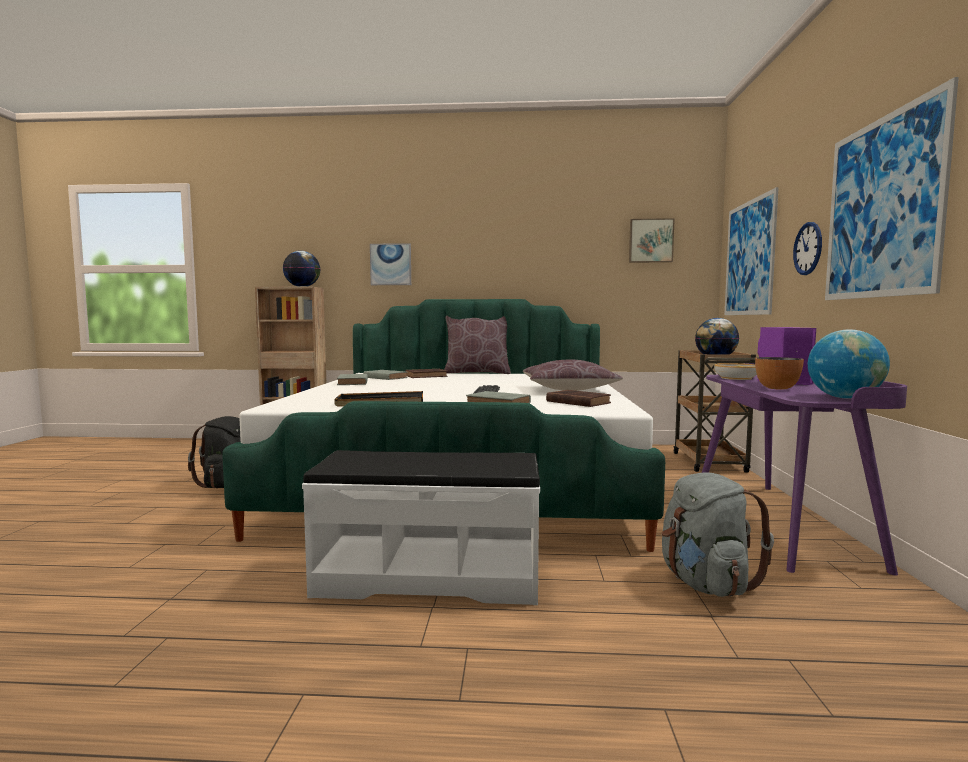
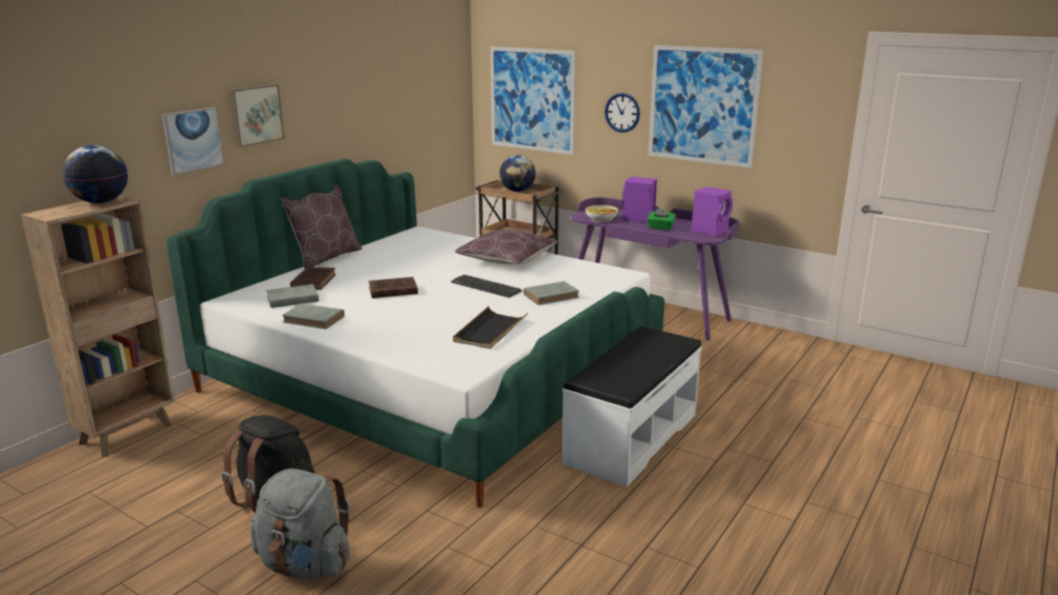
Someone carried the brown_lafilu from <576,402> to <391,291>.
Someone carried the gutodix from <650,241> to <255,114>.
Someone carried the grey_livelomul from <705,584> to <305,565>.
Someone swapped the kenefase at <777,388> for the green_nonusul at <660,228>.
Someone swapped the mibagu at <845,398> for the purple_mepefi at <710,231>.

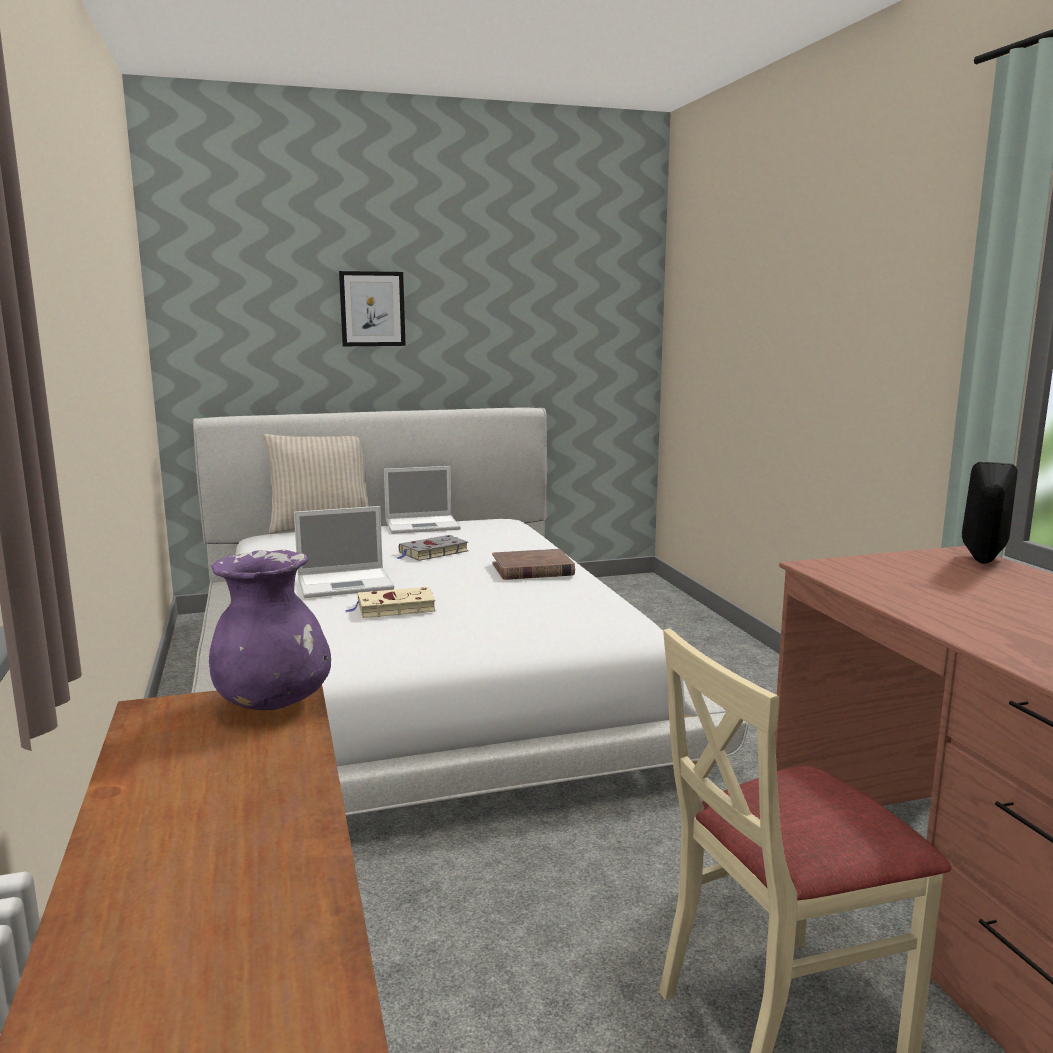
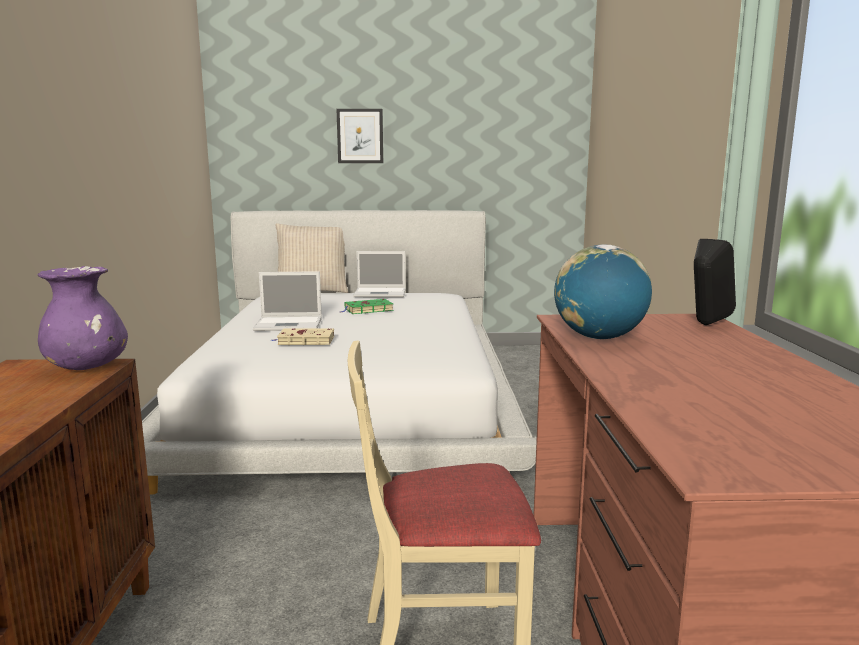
Someone repainted the grey_lafilu at <432,552>, which became the green_lafilu at <367,310>.
Someone took away the brown_lafilu at <532,569>.
Someone put down the mibagu at <599,337>.

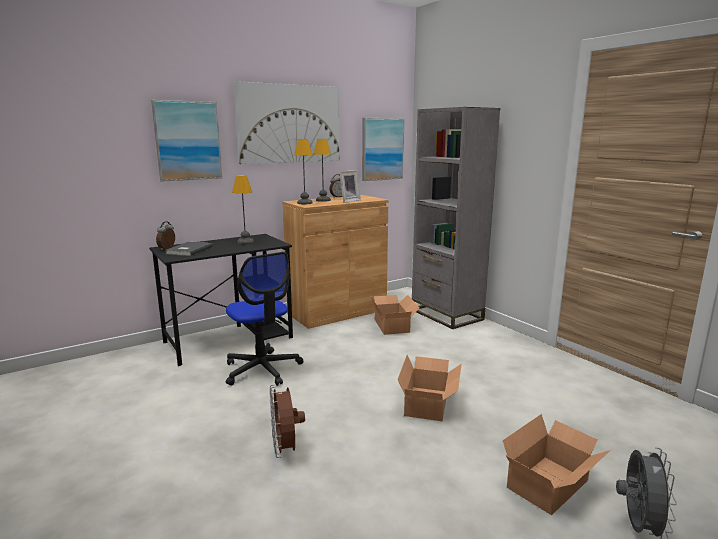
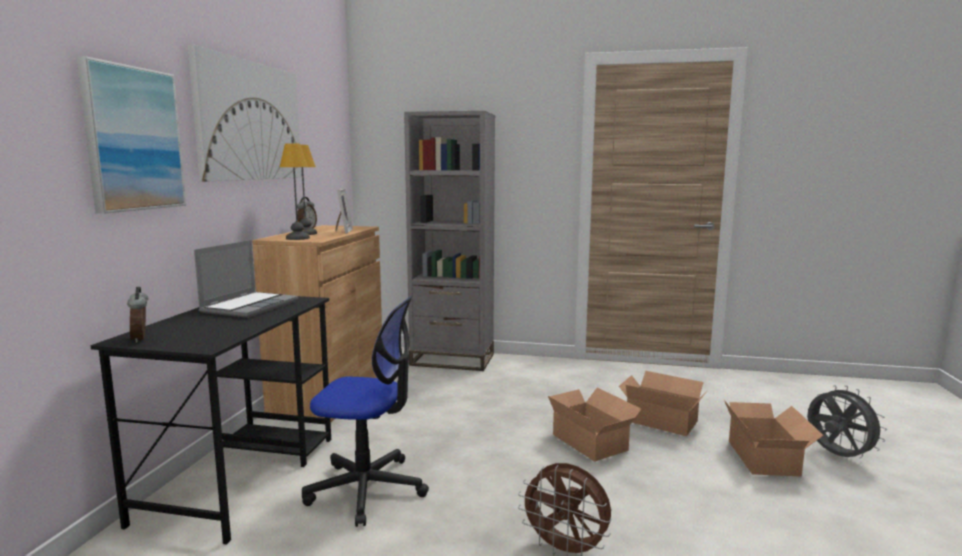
Someone took away the grey_lafilu at <188,250>.
Someone swapped the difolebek at <245,242> for the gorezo at <250,306>.
Someone took away the gutodix at <382,149>.
Someone carried the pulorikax from <393,325> to <661,420>.

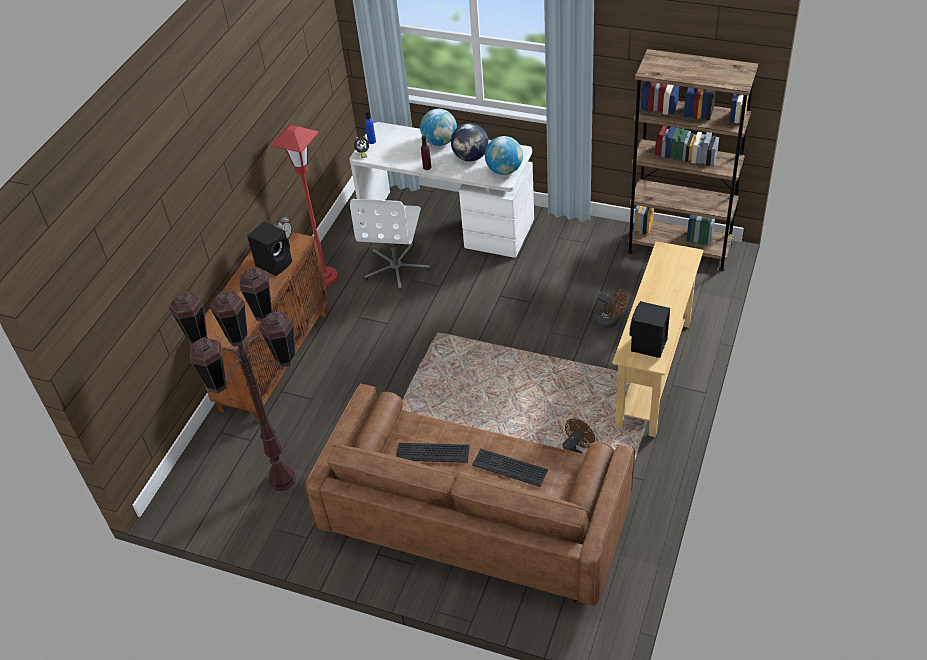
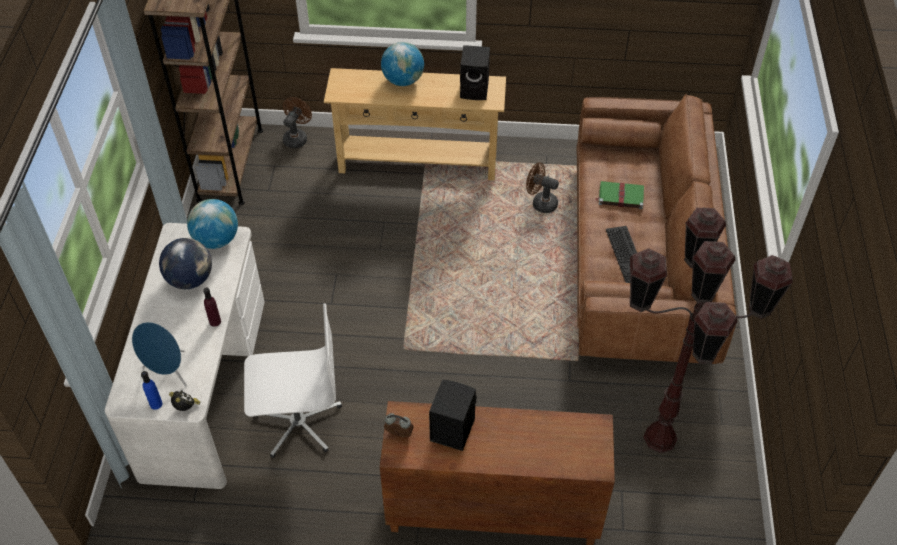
Someone took away the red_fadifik at <325,277>.
Someone carried the mibagu from <440,142> to <403,80>.
Someone swapped the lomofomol at <508,468> for the green_lafilu at <620,196>.
Someone carried the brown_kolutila from <610,322> to <297,137>.
Someone put down the blue_mepefi at <168,372>.

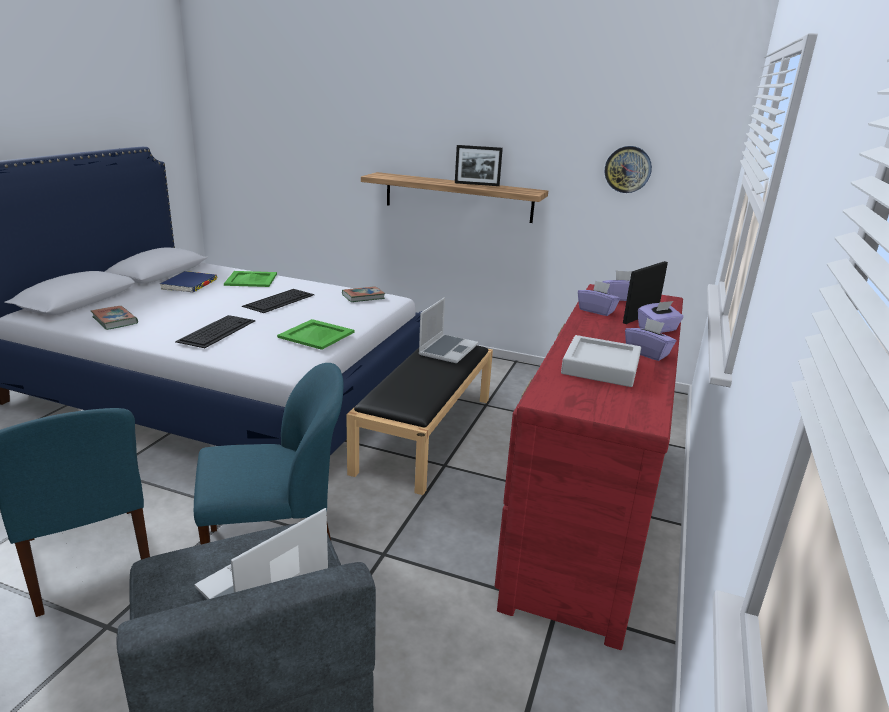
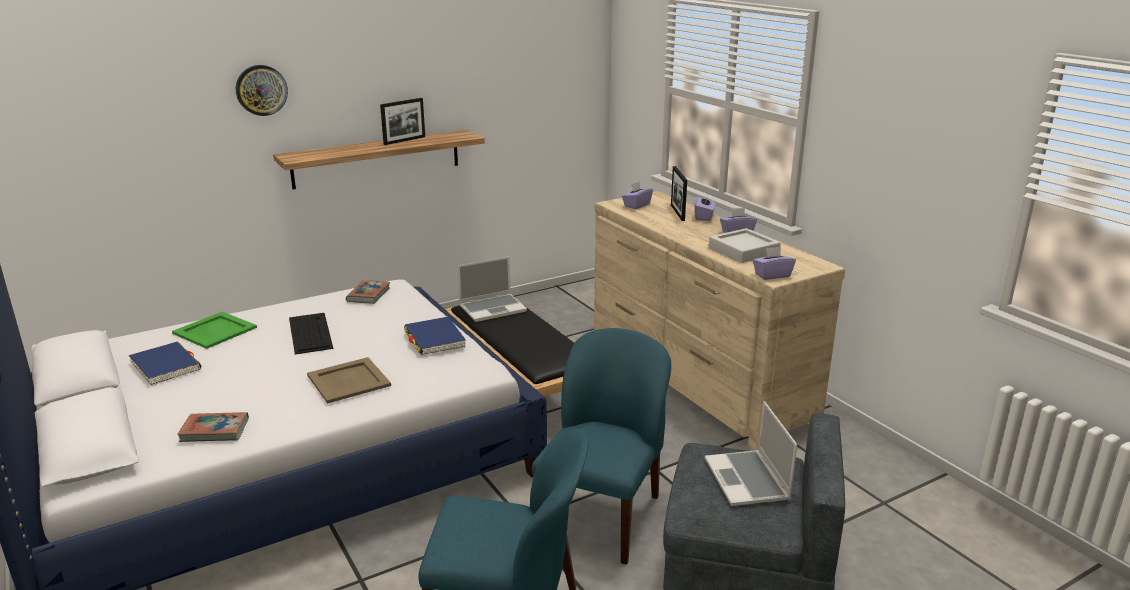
Someone swapped the lomofomol at <217,330> for the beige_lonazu at <348,380>.
Someone swapped the green_lonazu at <316,335> for the blue_lafilu at <434,339>.
Someone rotated the gorezo at <448,349> by 90 degrees clockwise.
Someone repainted the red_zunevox at <586,513>, which became the beige_zunevox at <696,376>.
Someone carried the purple_nonusul from <596,310> to <772,275>.
Someone carried the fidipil from <628,169> to <261,90>.

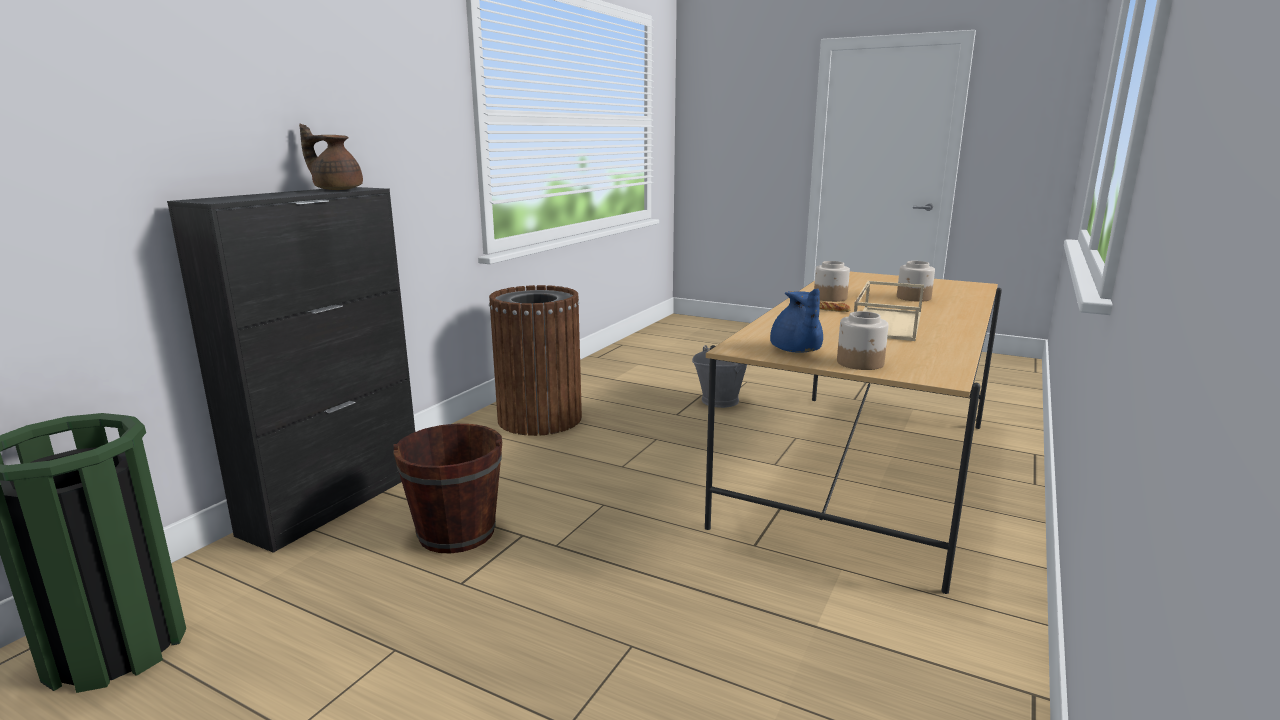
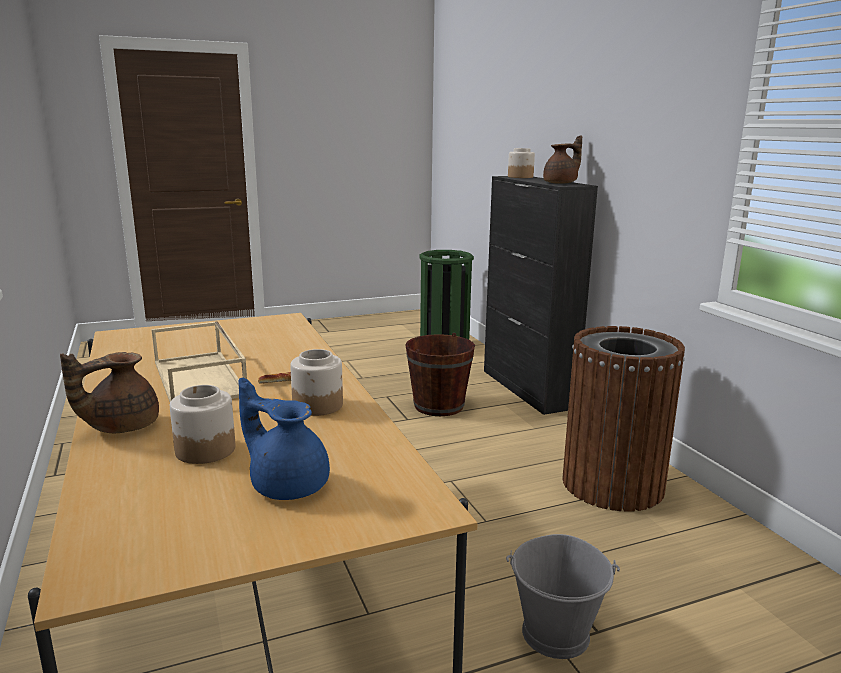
Someone carried the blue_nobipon from <796,350> to <287,484>.
Someone carried the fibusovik from <860,363> to <520,177>.
Someone put down the brown_nobipon at <121,426>.

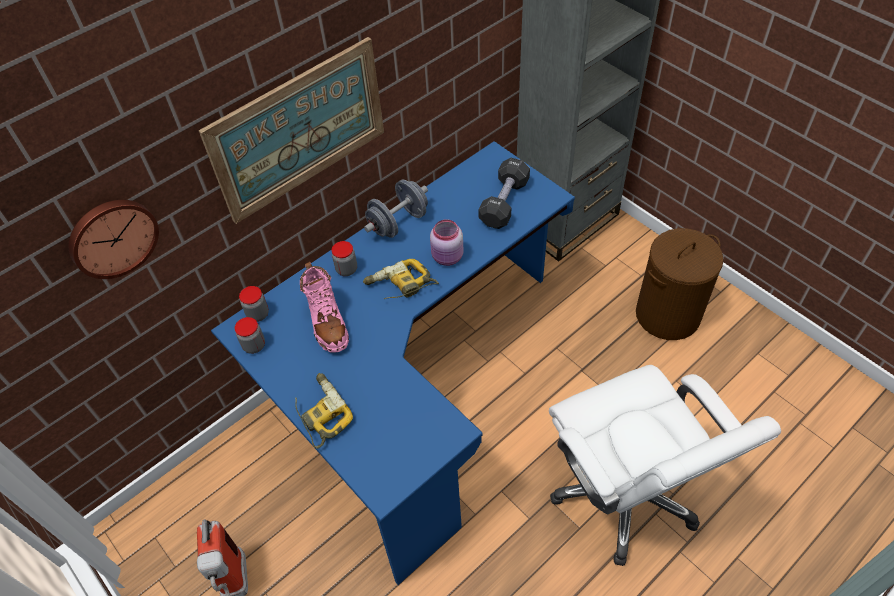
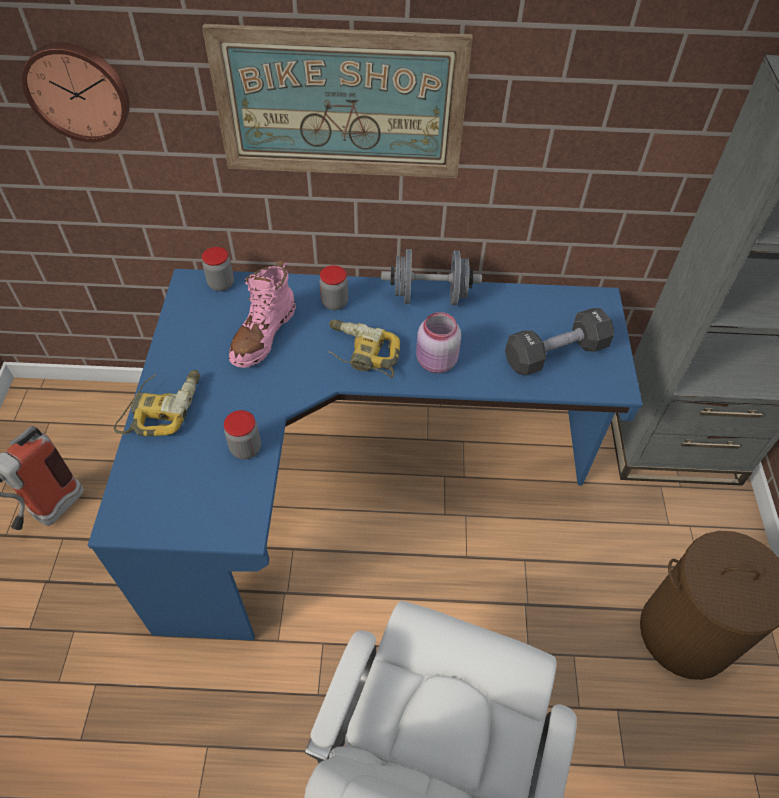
Someone carried the fibusovik from <254,345> to <245,448>.

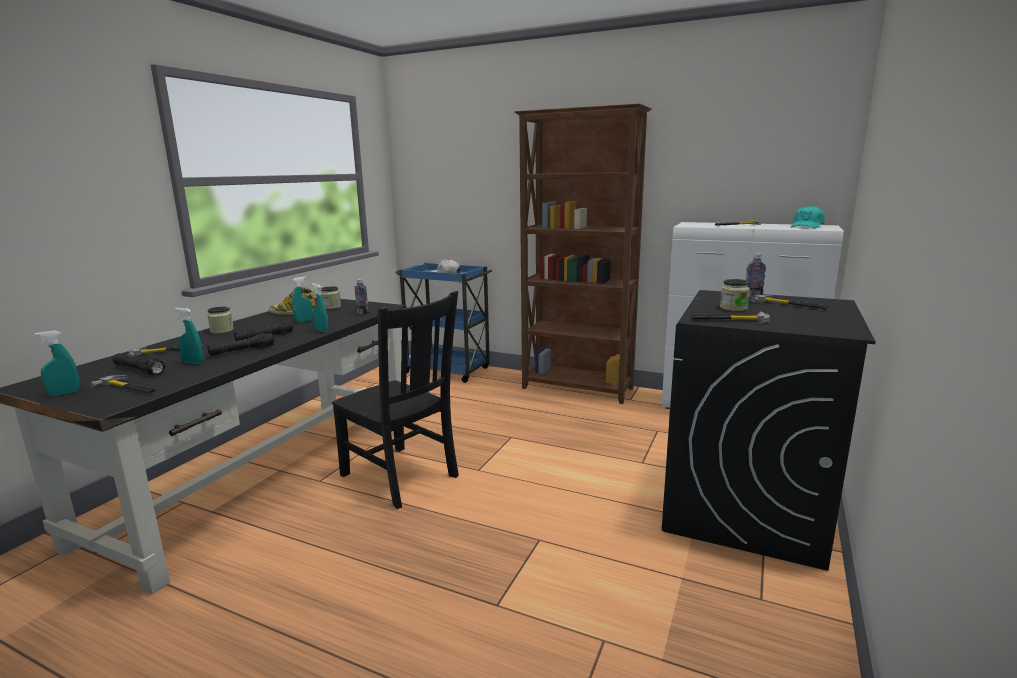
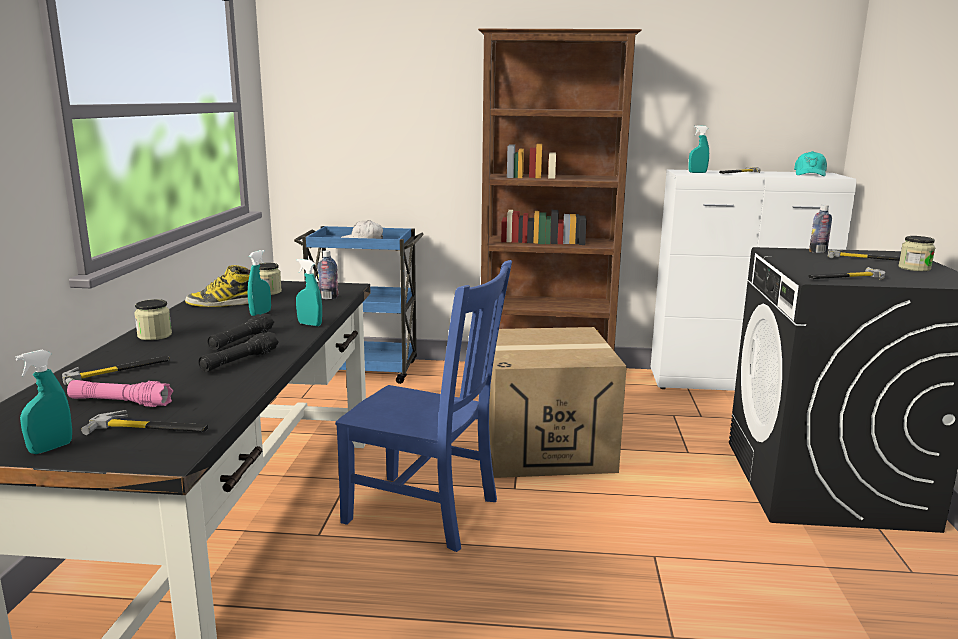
Someone repainted the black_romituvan at <139,370>, which became the pink_romituvan at <120,402>.
Someone carried the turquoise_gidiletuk from <193,362> to <697,172>.
Someone repainted the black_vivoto at <401,477>, which became the blue_vivoto at <426,512>.
Someone carried the fibusovik from <733,308> to <914,268>.
Someone put down the pulorikax at <545,446>.

